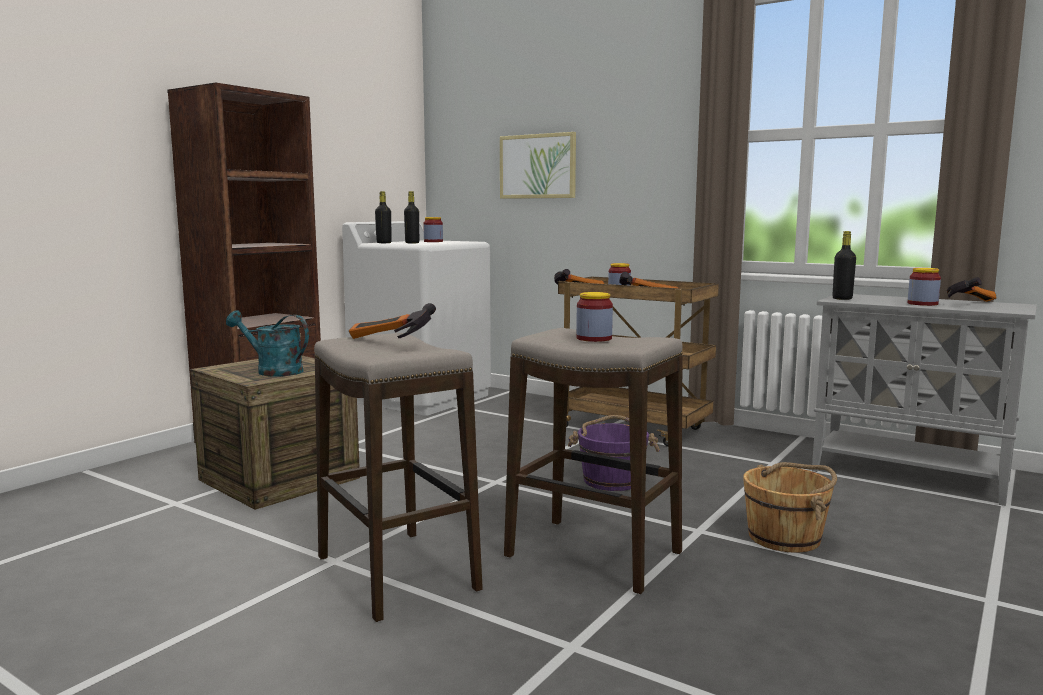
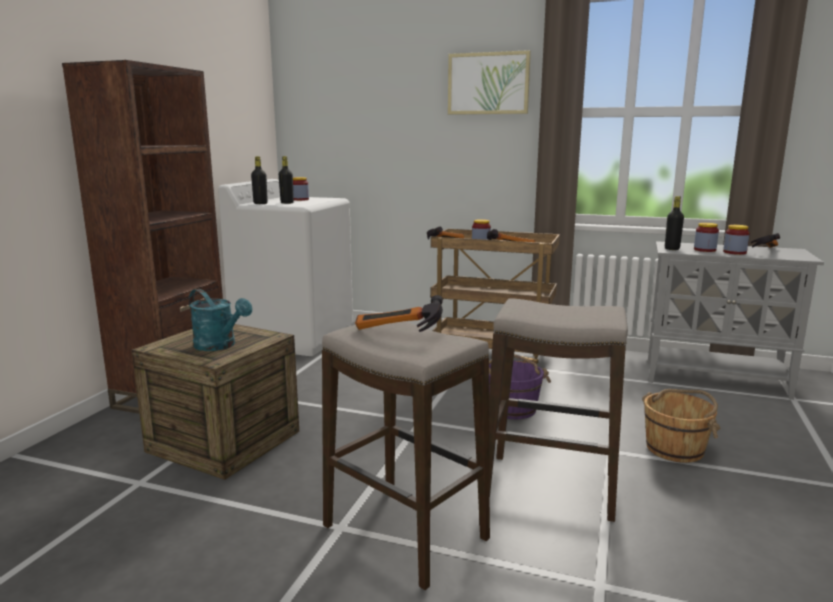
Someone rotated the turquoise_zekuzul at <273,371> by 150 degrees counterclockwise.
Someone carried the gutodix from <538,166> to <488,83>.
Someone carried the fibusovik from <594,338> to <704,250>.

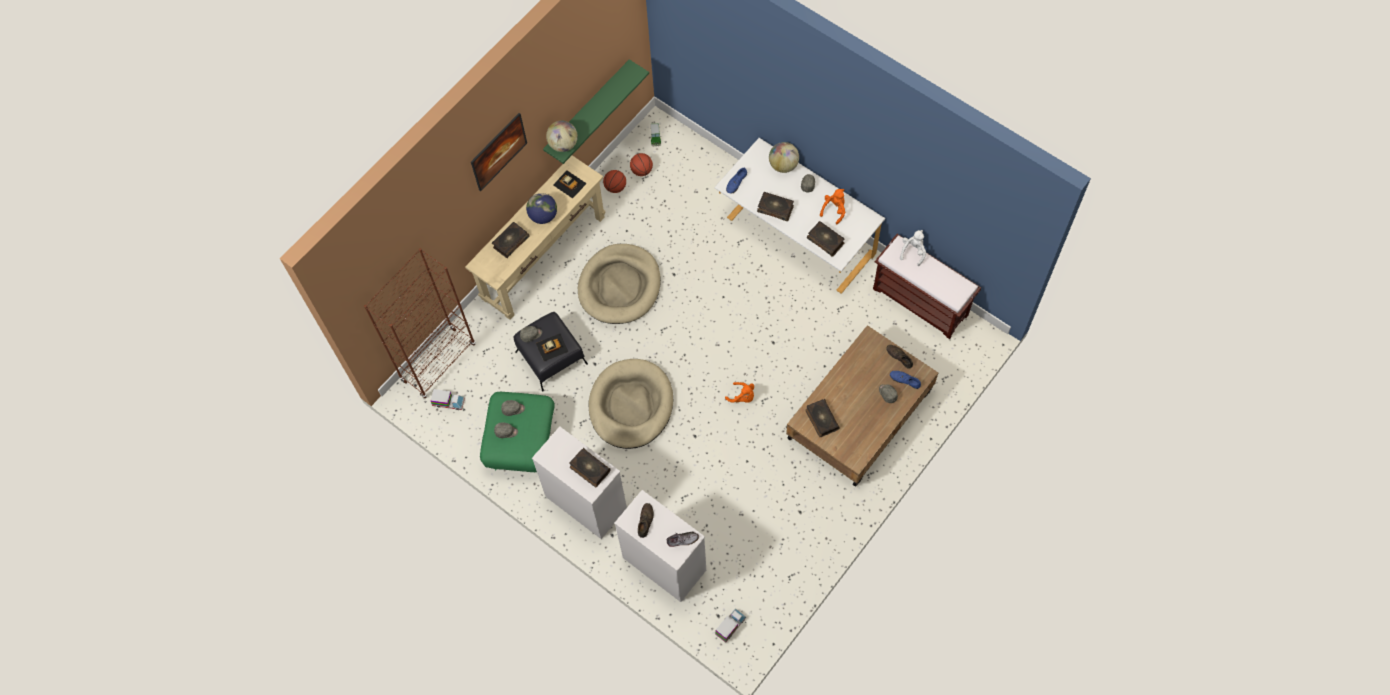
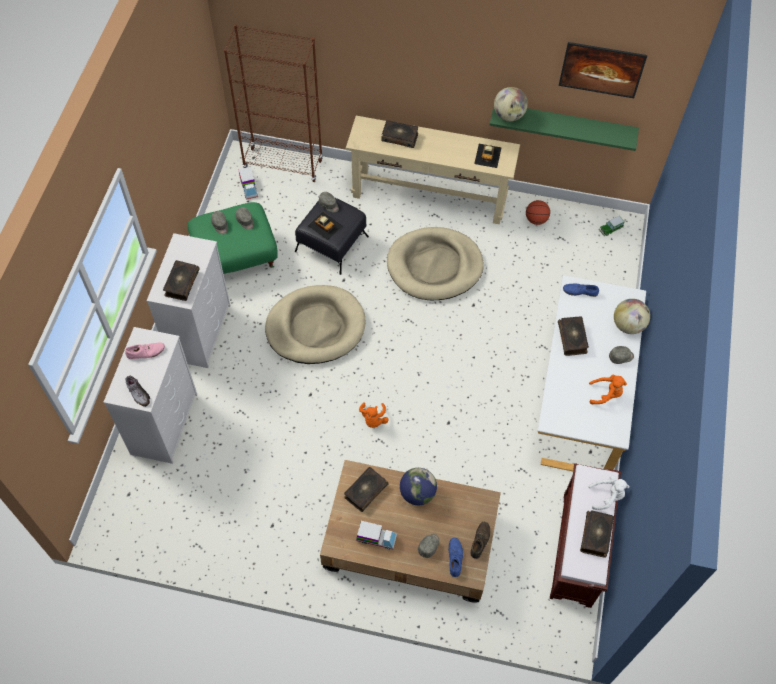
Someone carried the gutodix from <500,159> to <599,80>.
Someone carried the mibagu from <543,216> to <417,493>.
Someone took away the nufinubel at <642,170>.
Someone repainted the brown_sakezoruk at <645,521>, which became the pink_sakezoruk at <146,352>.
Someone carried the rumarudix from <730,626> to <376,538>.
Someone carried the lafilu from <825,241> to <596,536>.

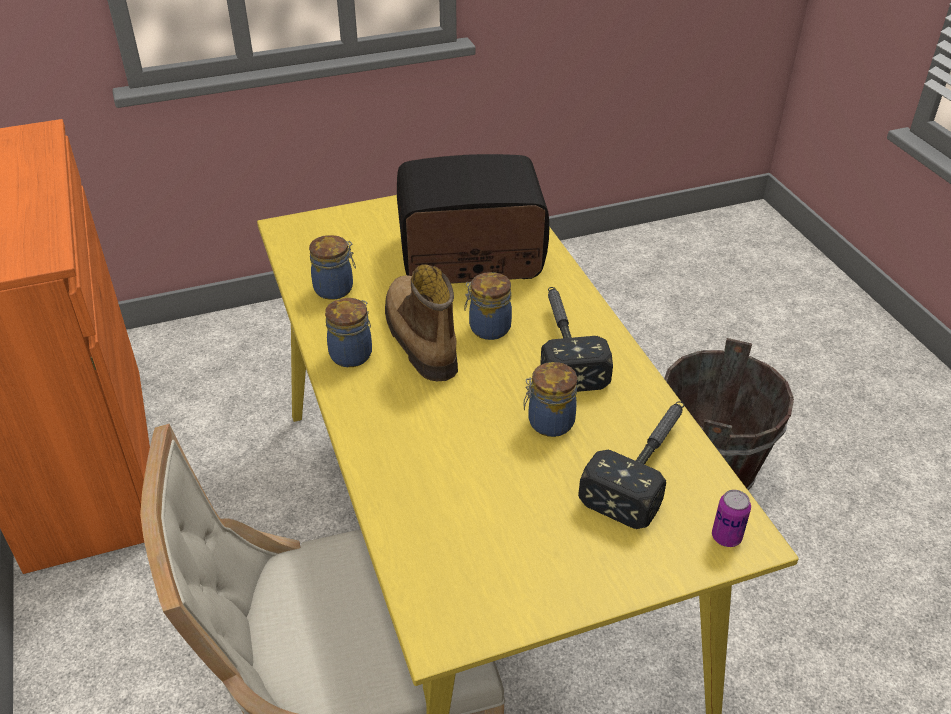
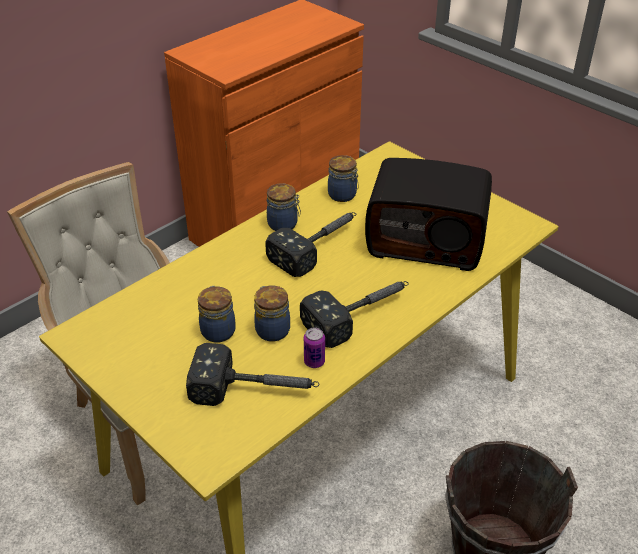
Someone swapped the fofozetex at <419,338> for the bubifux at <319,246>.
Someone rotated the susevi at <469,257> by 135 degrees clockwise.
Someone carried the fibusovik from <488,328> to <218,330>.
Someone carried the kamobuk from <726,537> to <314,362>.

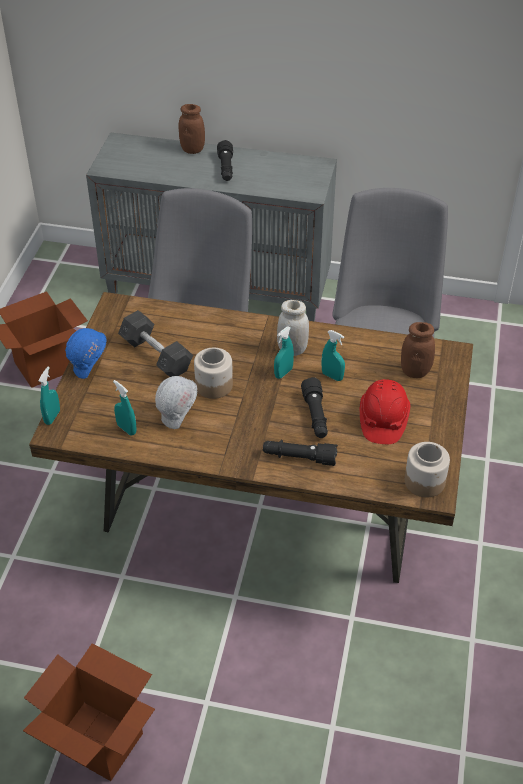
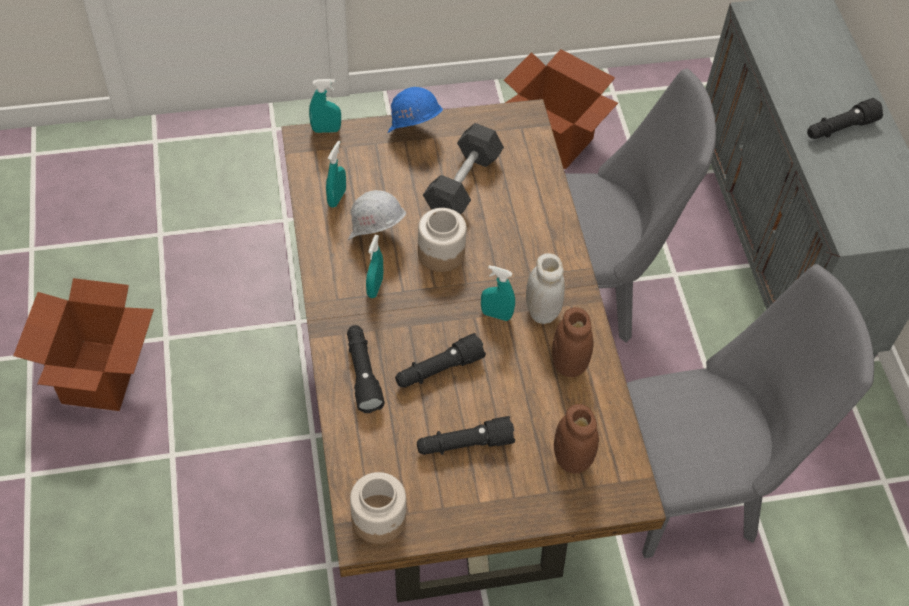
Someone carried the brown_fibusovik from <192,149> to <568,364>.
Someone carried the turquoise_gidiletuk from <332,376> to <375,287>.
Someone swapped the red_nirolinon at <382,420> for the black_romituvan at <464,444>.

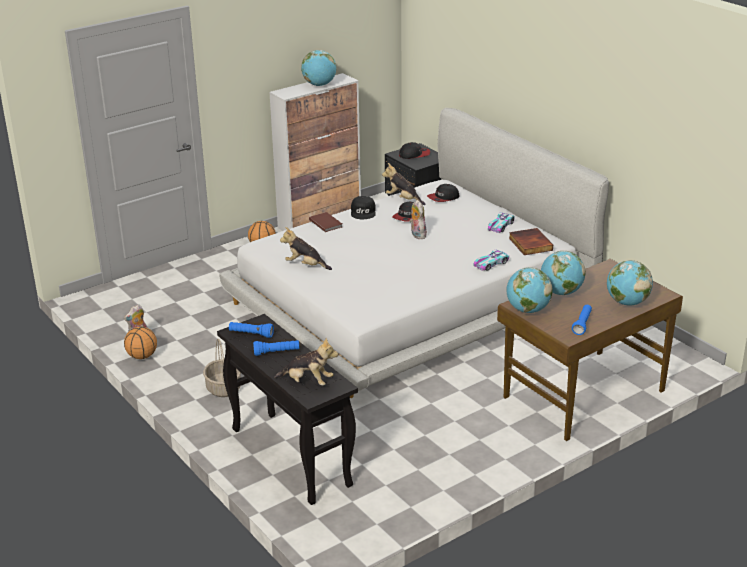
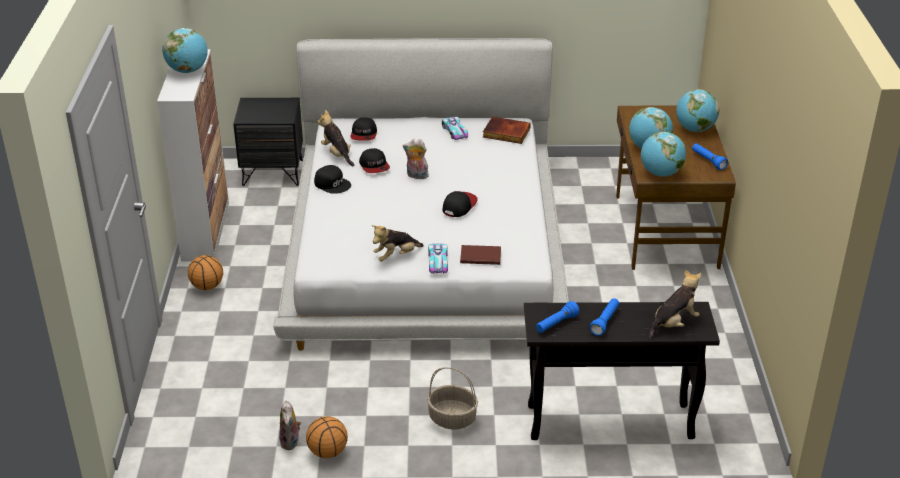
Someone carried the brown_lafilu from <326,223> to <480,256>.
Someone rotated the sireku at <403,199> by 75 degrees clockwise.
Someone carried the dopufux from <414,154> to <459,206>.
Someone carried the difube from <491,263> to <438,262>.

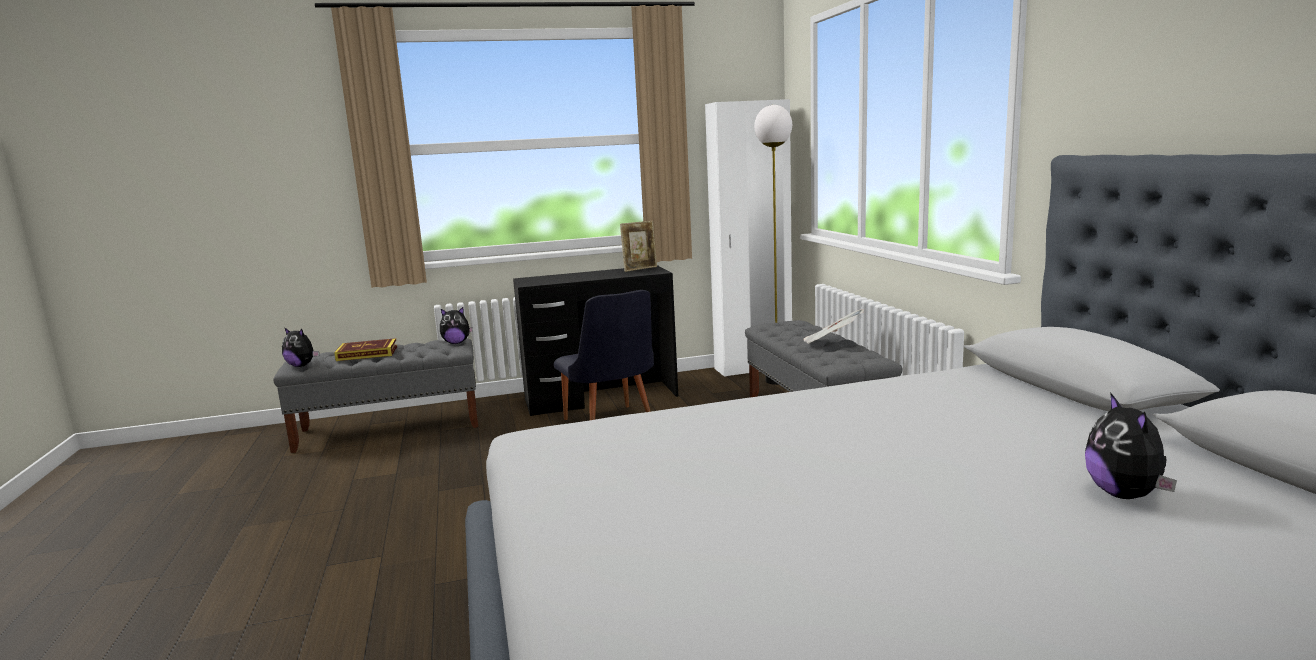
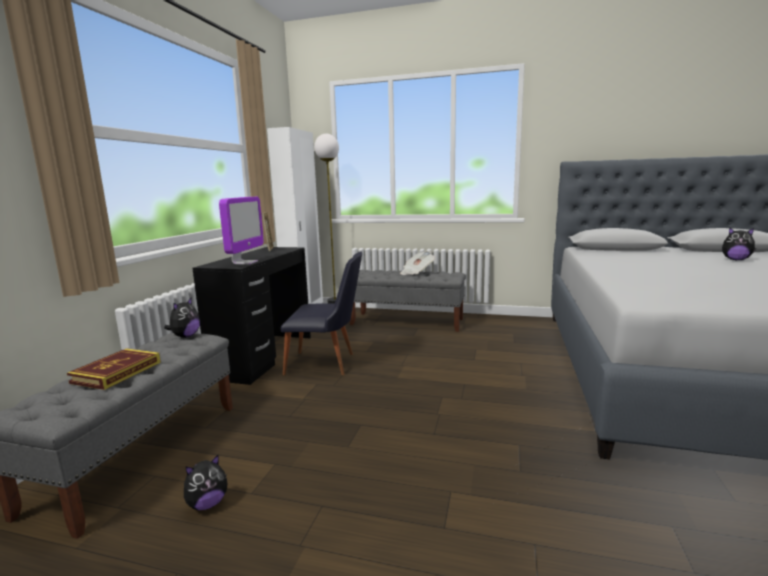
Someone carried the sireku from <302,365> to <207,504>.
Someone put down the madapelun at <245,262>.

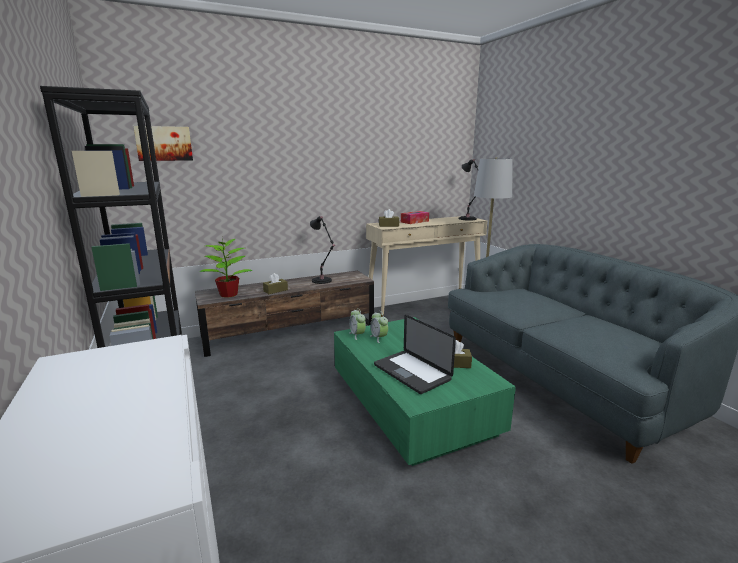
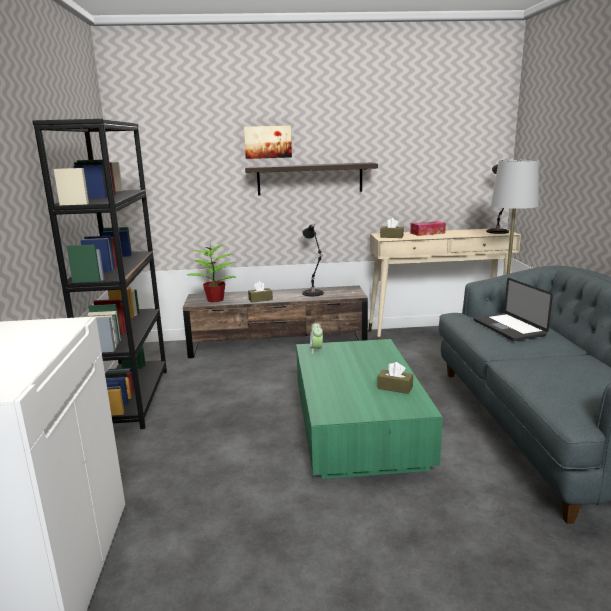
Someone carried the gutodix from <164,143> to <268,142>.
Someone took away the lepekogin at <379,338>.
Someone carried the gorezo from <411,372> to <508,328>.
Someone put up the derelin at <310,179>.

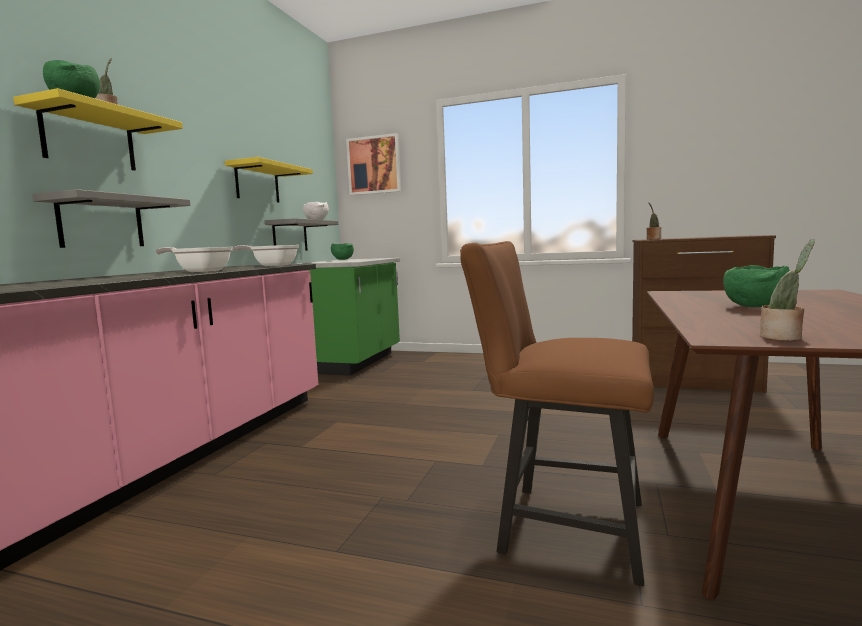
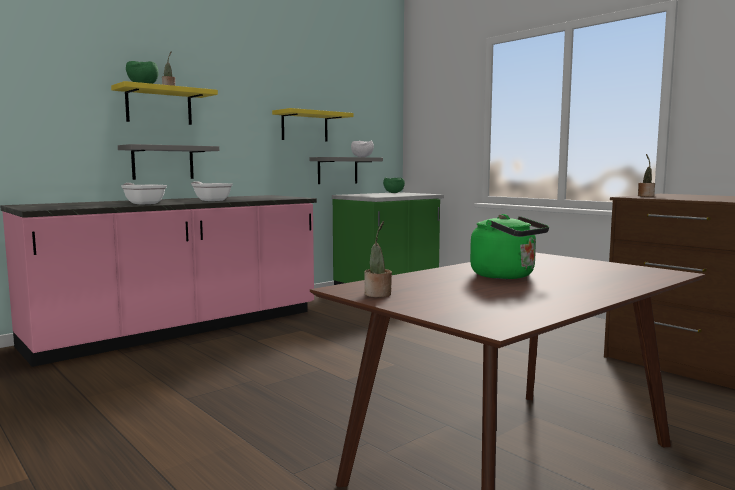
Someone carried the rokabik from <272,265> to <143,203>.
Someone took away the gutodix at <374,165>.
Someone took away the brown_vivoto at <560,526>.
Someone swapped the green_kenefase at <756,307> for the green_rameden at <506,276>.

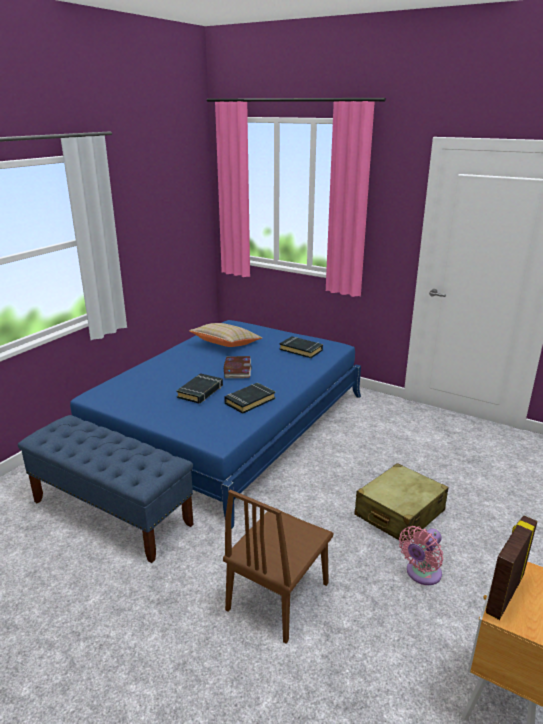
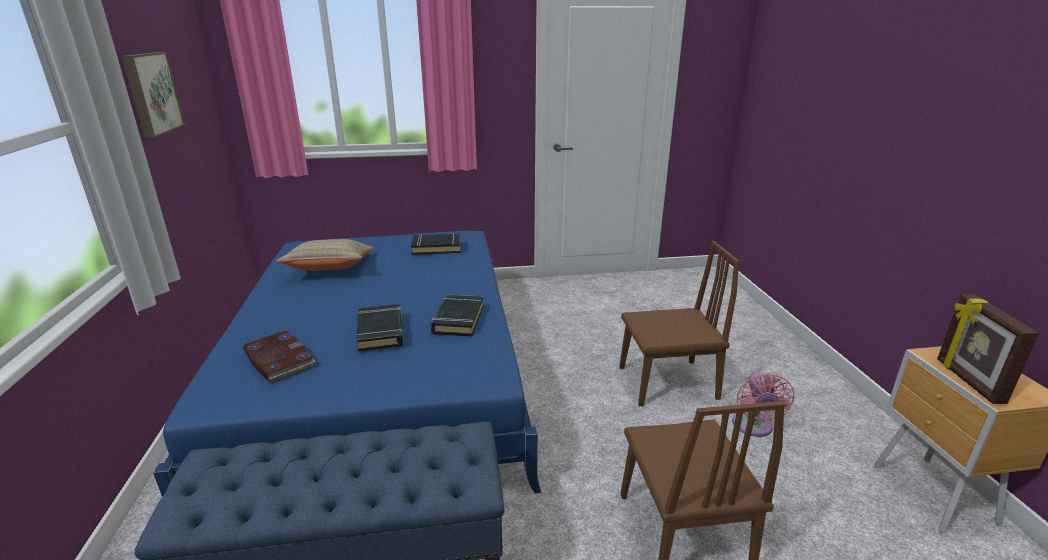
Someone carried the lafilu from <237,369> to <278,359>.
Someone swapped the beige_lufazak at <399,513> for the brown_vivoto at <667,382>.
Someone put up the gutodix at <151,93>.

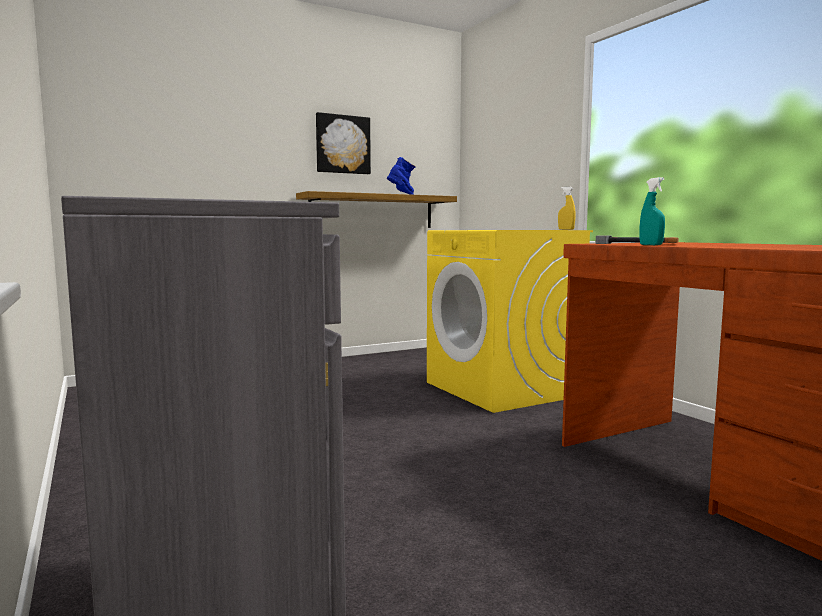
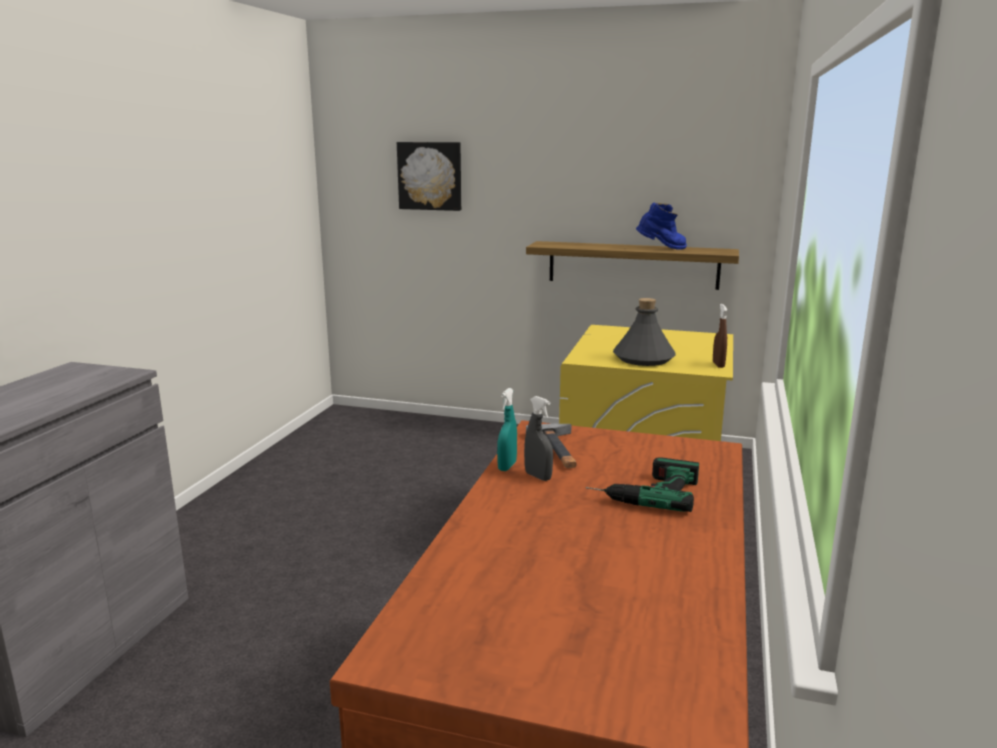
Someone carried the gutodix from <342,144> to <430,176>.
Someone repainted the yellow_gidiletuk at <566,229>, which became the brown_gidiletuk at <718,365>.
Someone put down the grey_gidiletuk at <538,476>.
Someone put down the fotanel at <643,491>.
Someone put down the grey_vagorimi at <643,358>.

